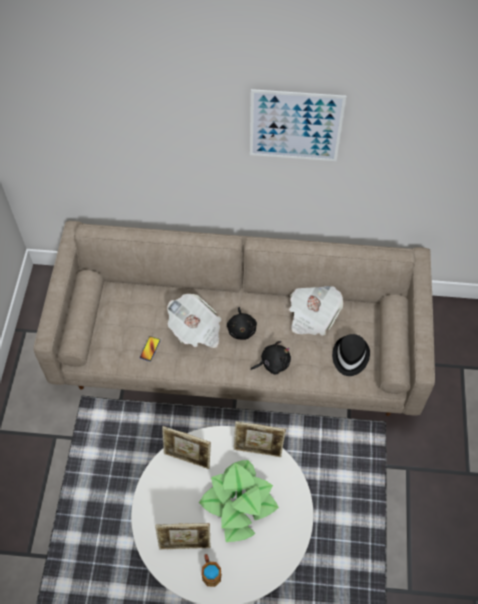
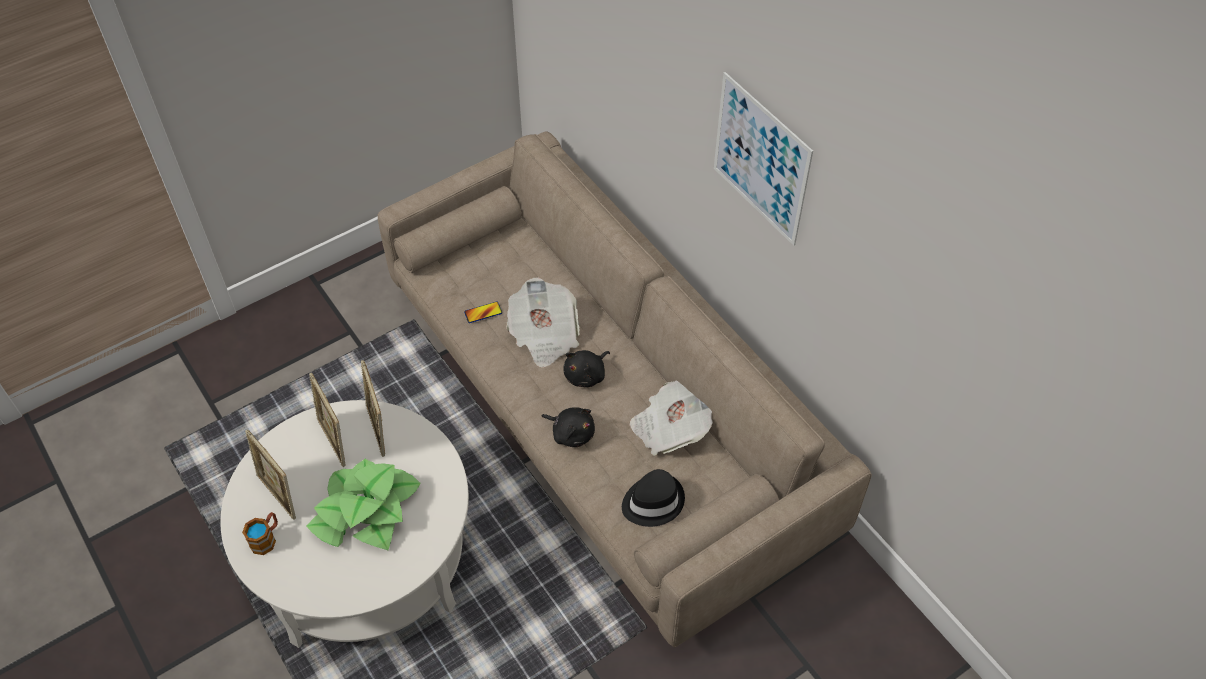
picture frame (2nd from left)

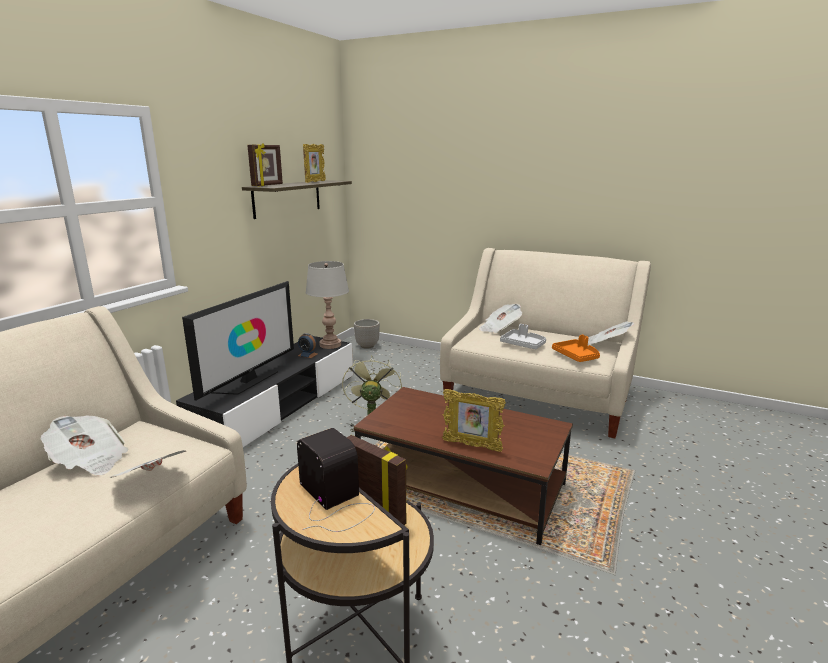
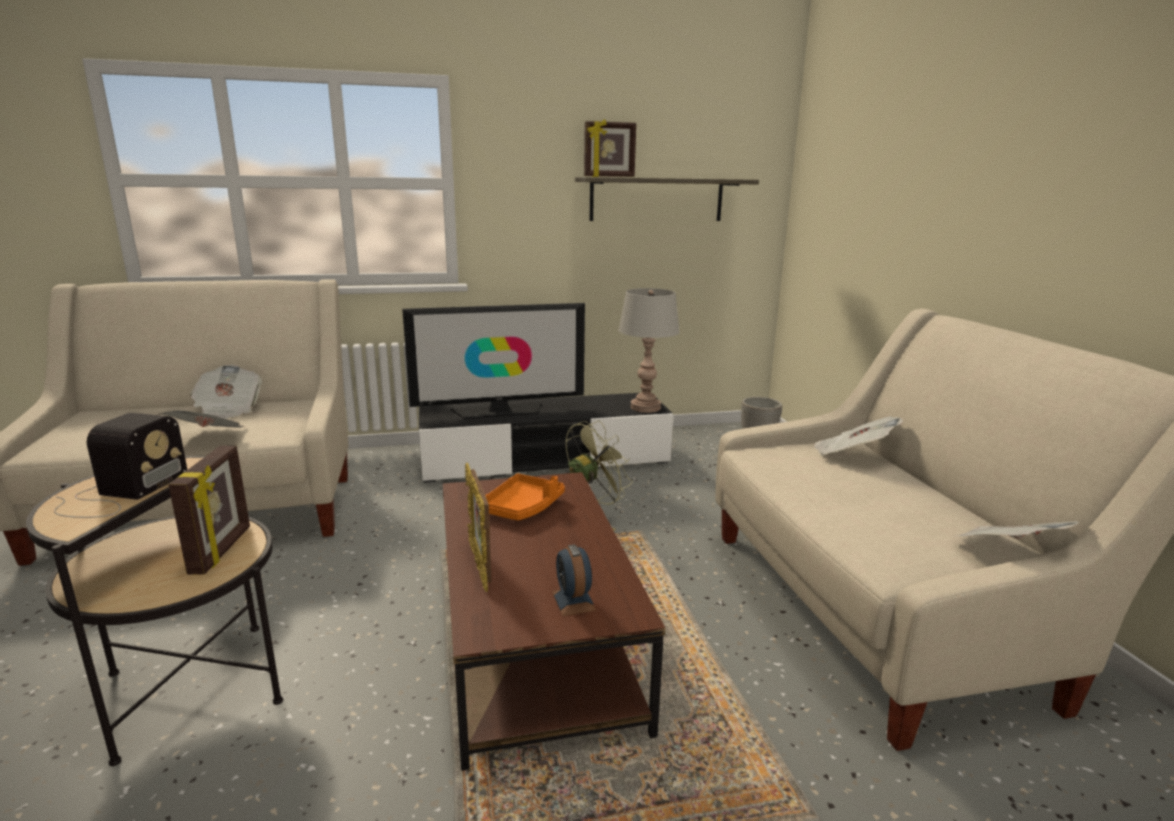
carrying tray/orange; table clock; picture frame (2nd from left in the first image); carrying tray/grey

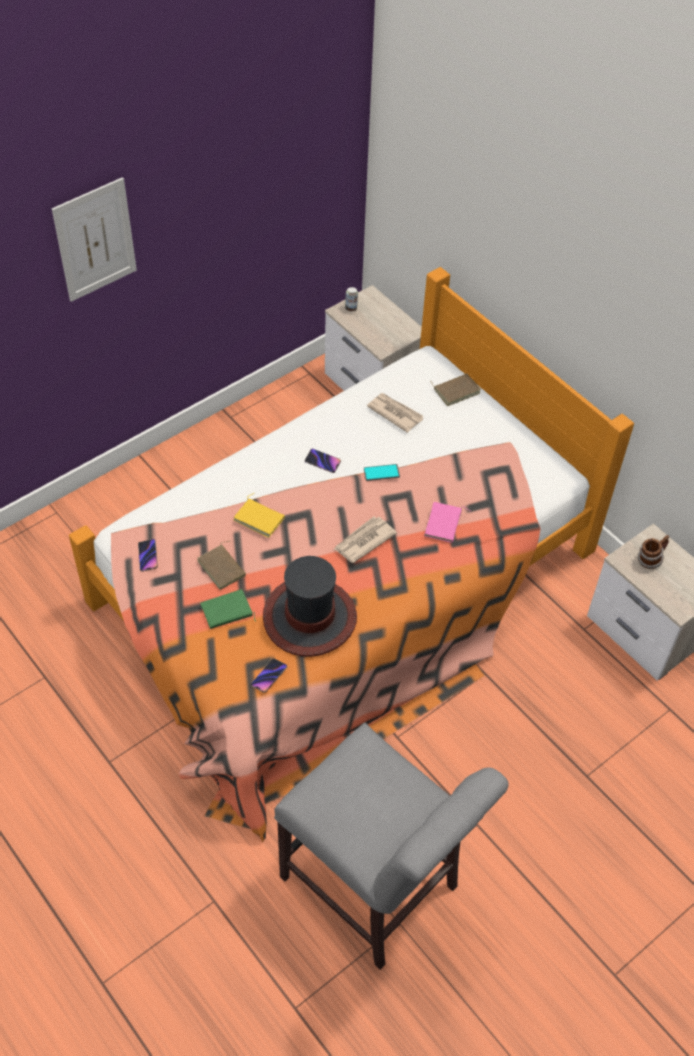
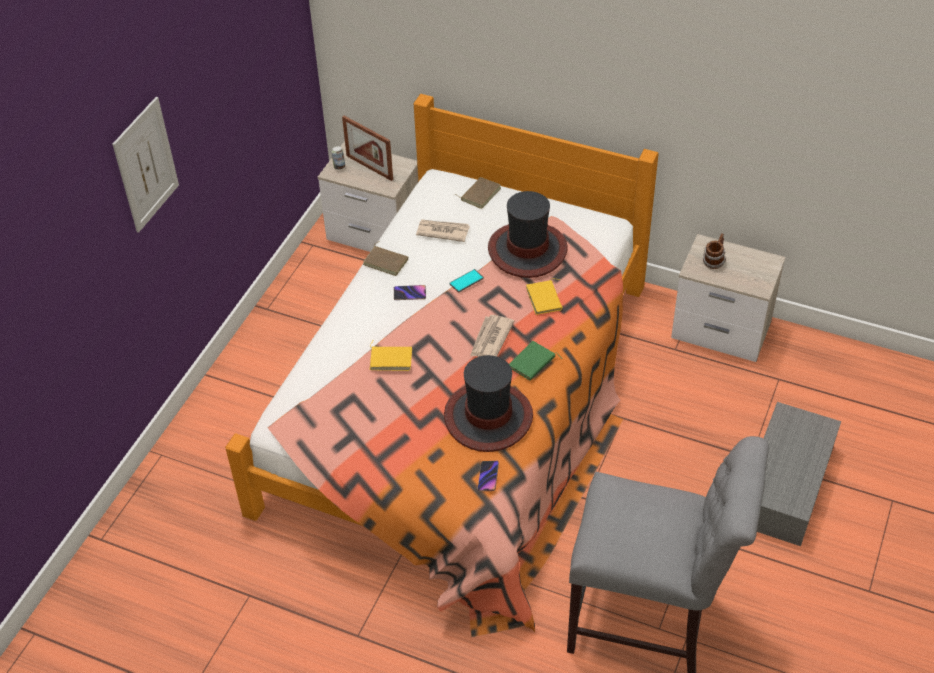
picture frame; book/brownish (1st from left); hat (2nd from left); book/green; book/yellow (2nd from left); storage bin/grey; telephone (1st from left in the first image)

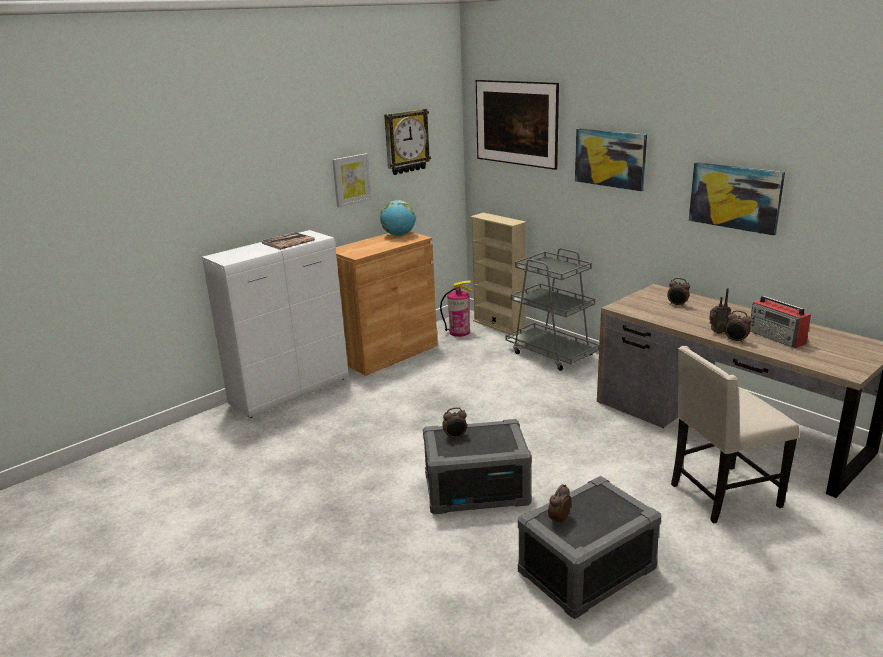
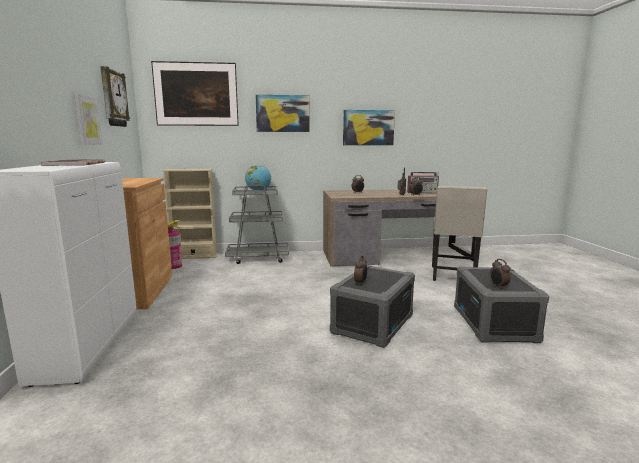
desk globe

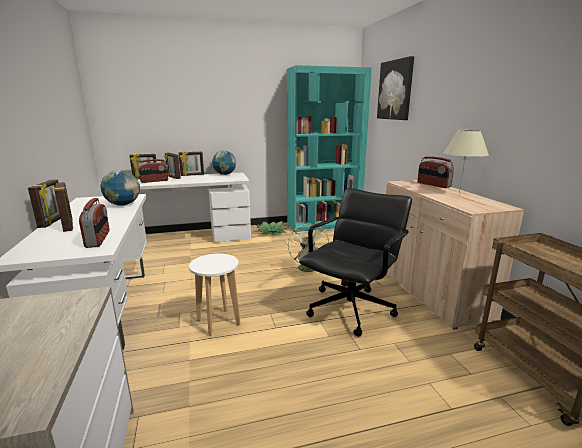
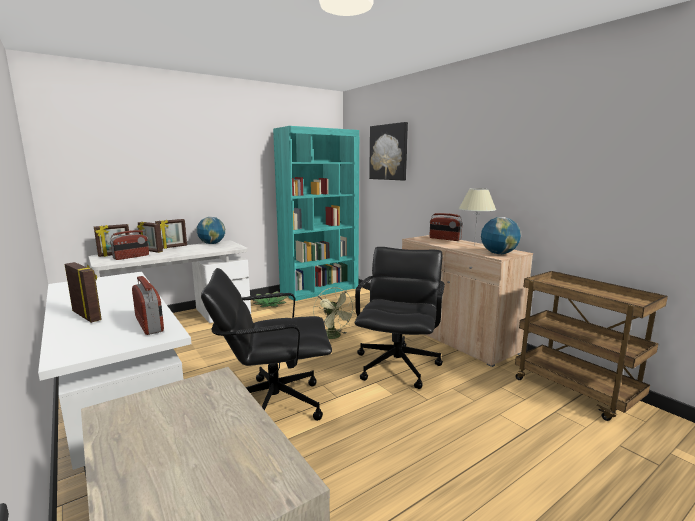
desk chair/black (1st from left); desk globe (2nd from left); picture frame (1st from left in the first image)

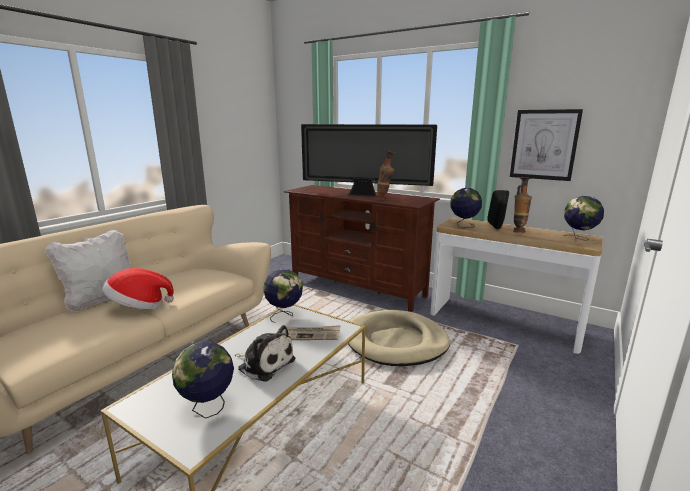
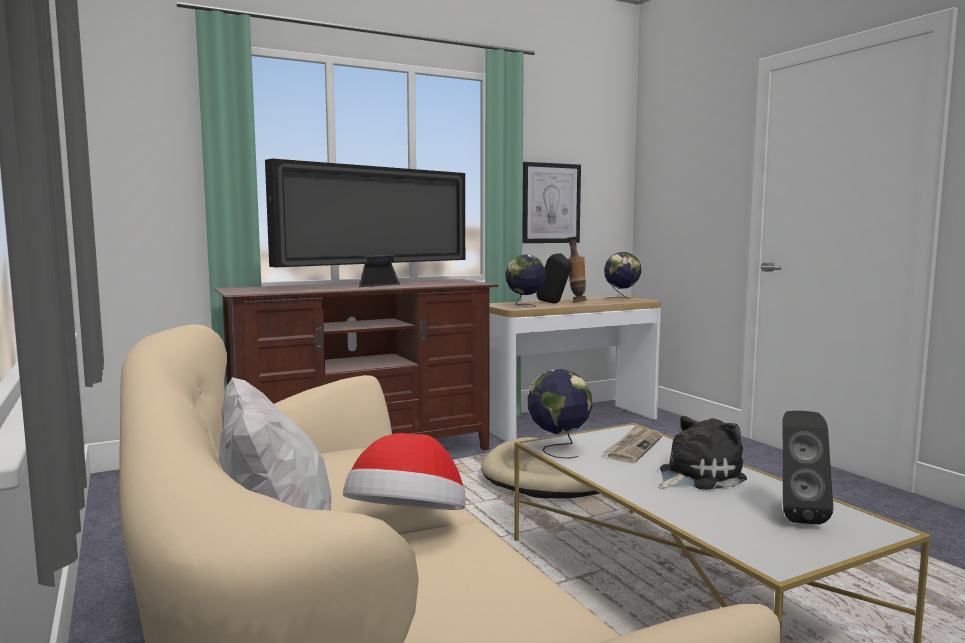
speaker/black (2nd from left); vase (1st from left in the first image)

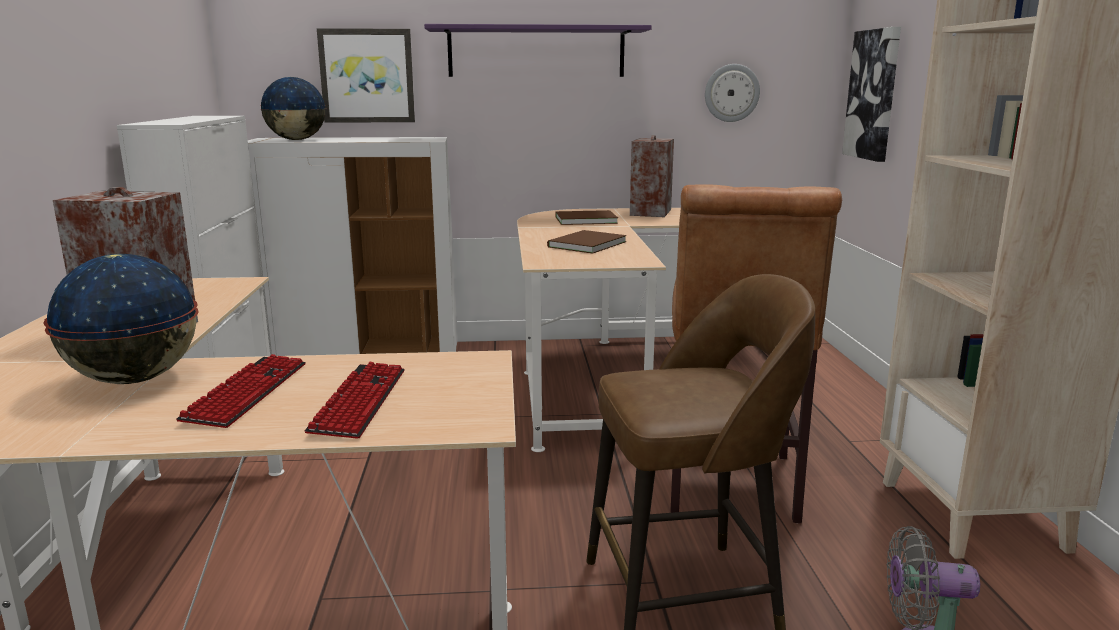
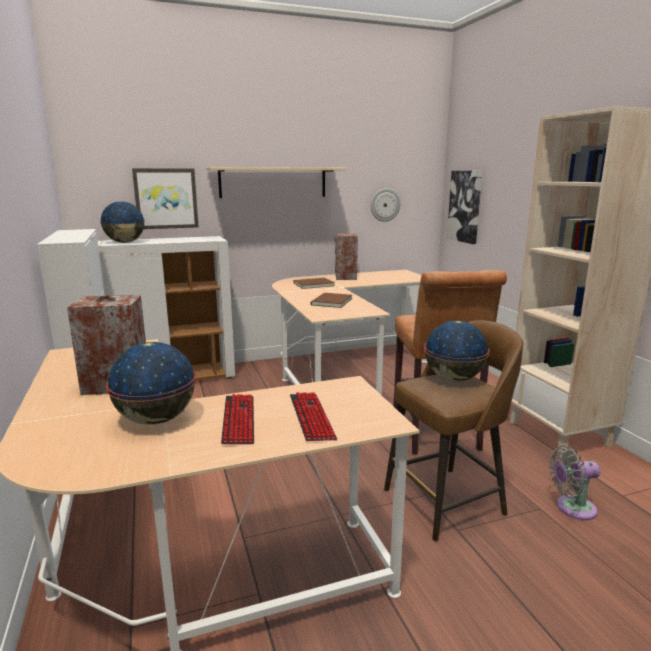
shelf/beige; desk globe (3rd from left)

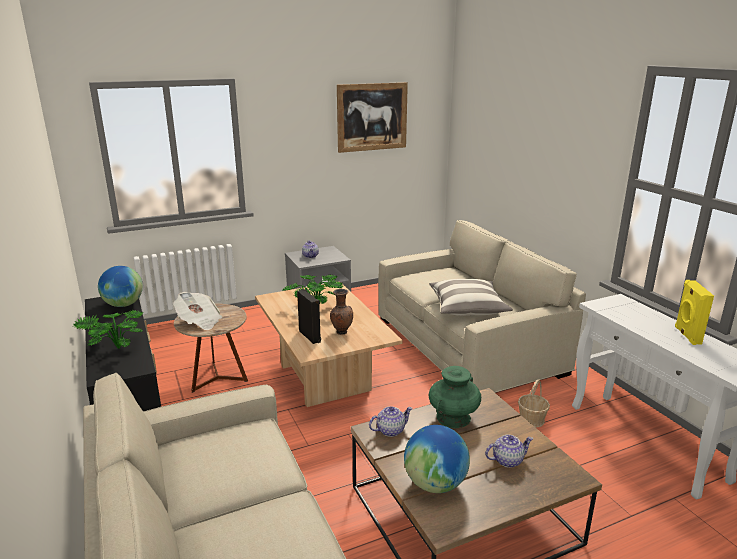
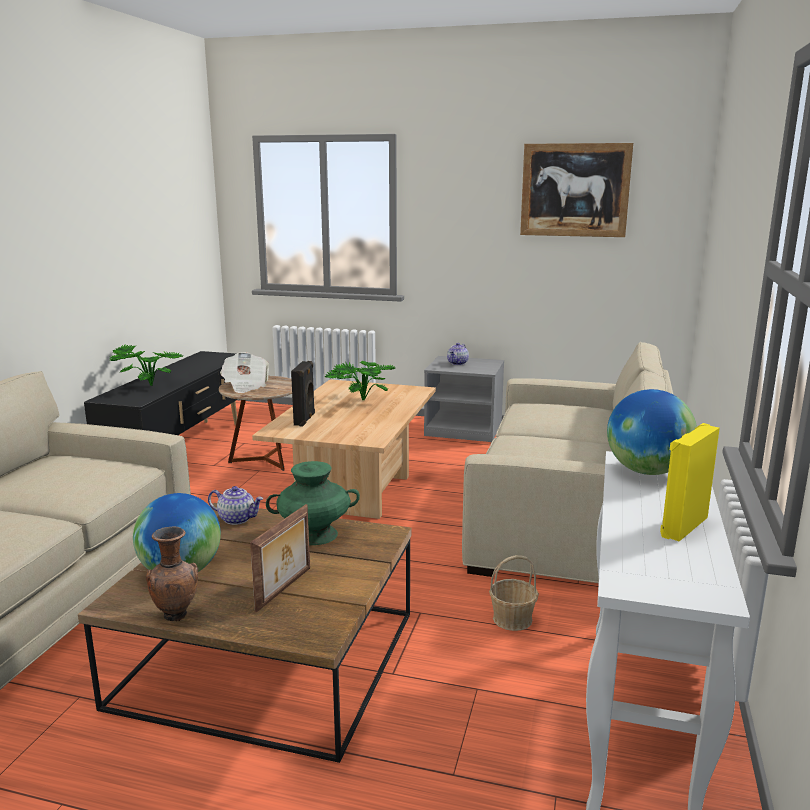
vase/brownish; picture frame; desk globe (2nd from left); throw pillow

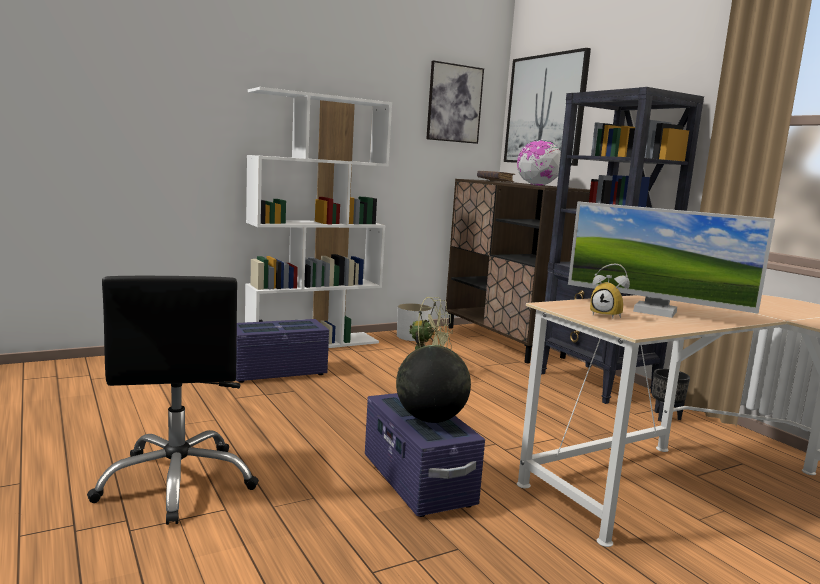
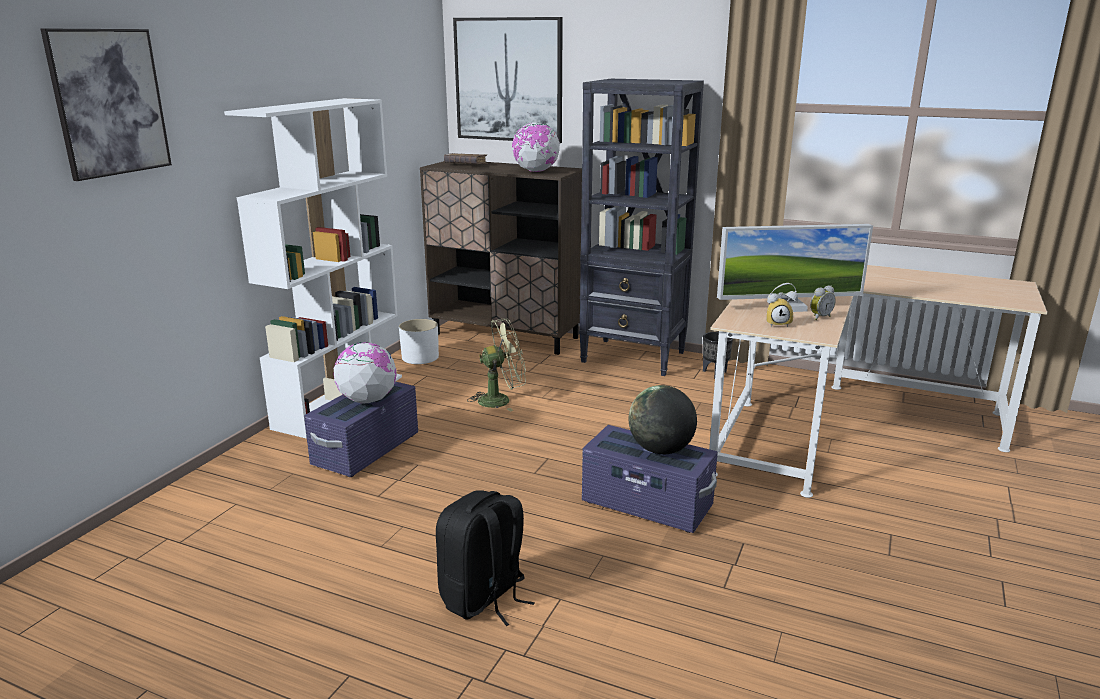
wall picture (1st from left); desk globe (1st from left); backpack/black; table clock (2nd from left)

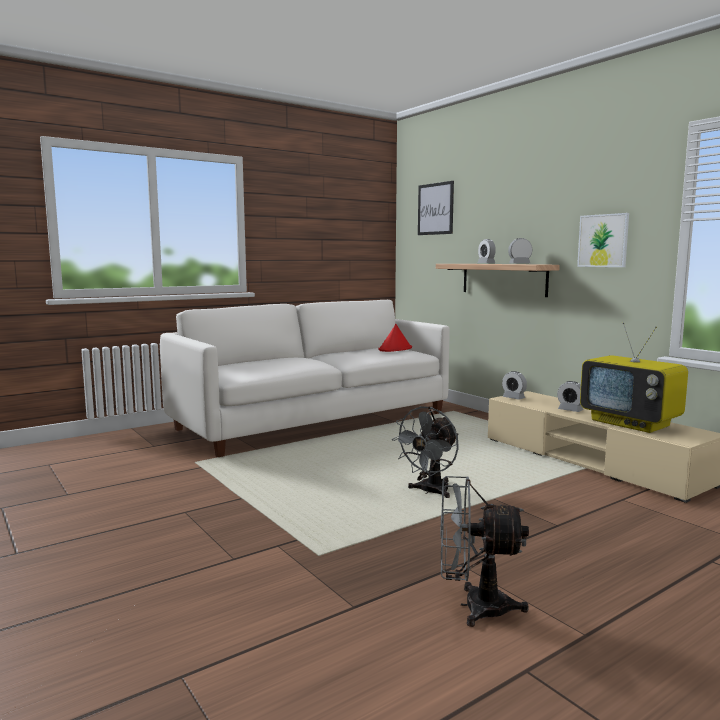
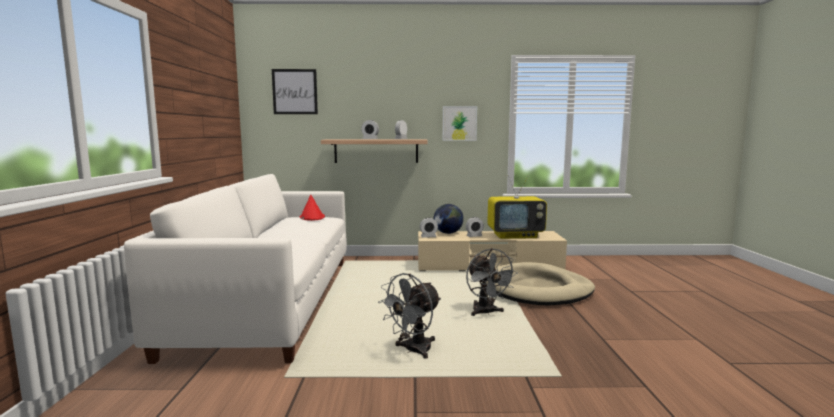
fan/grey (1st from left); desk globe; dog bed/beige

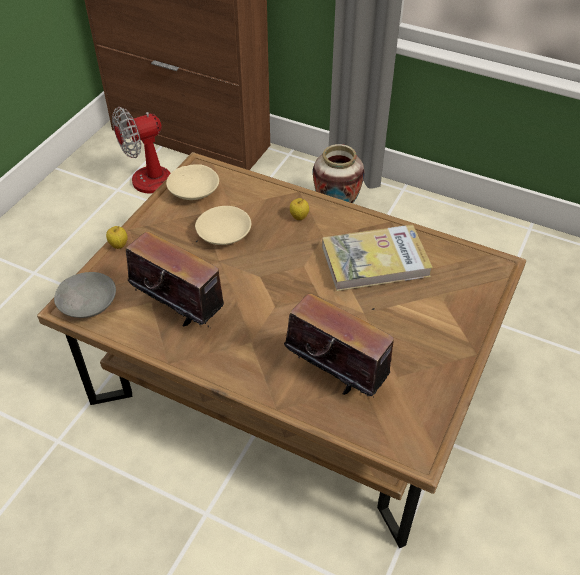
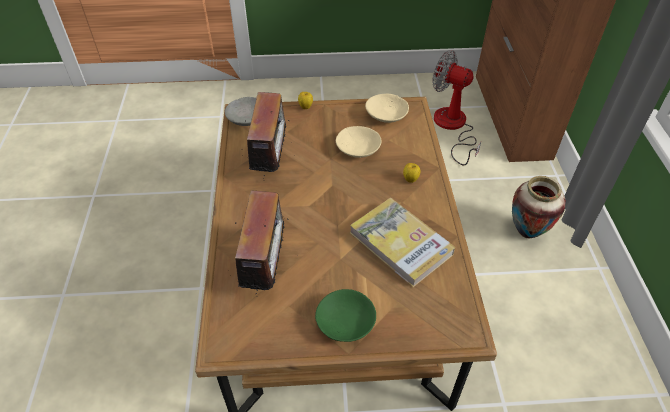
bowl/green

